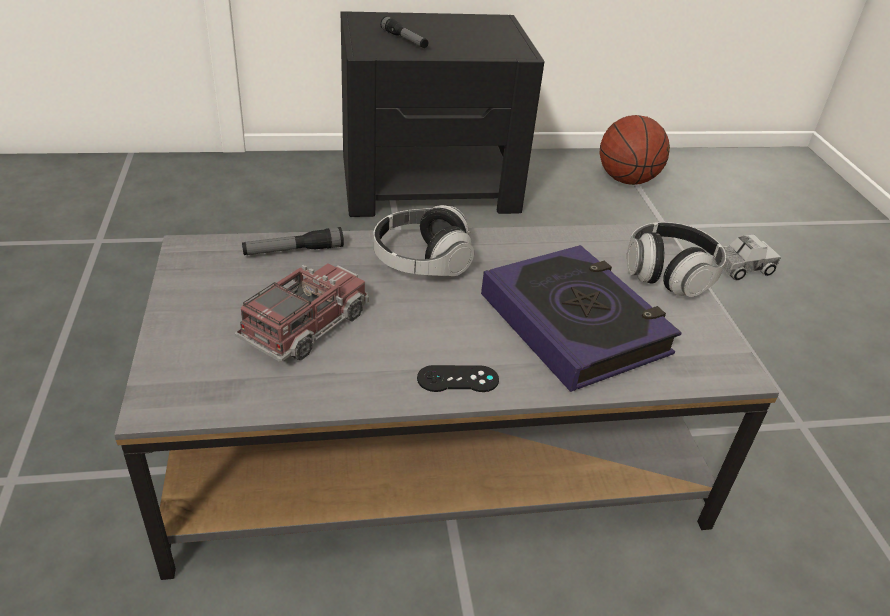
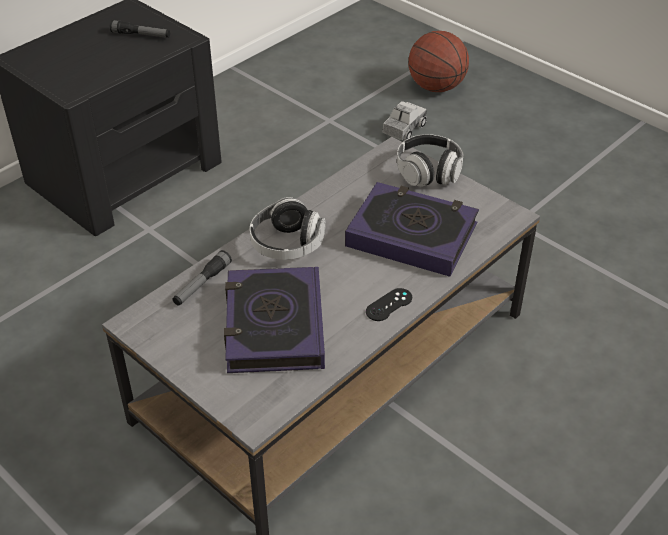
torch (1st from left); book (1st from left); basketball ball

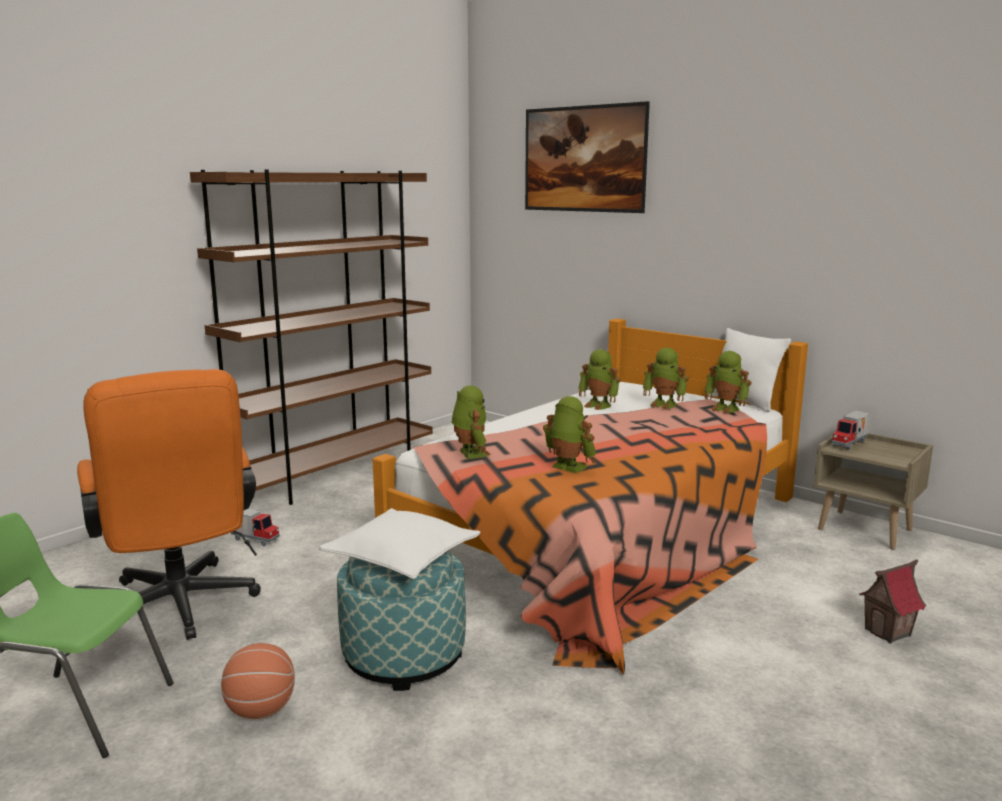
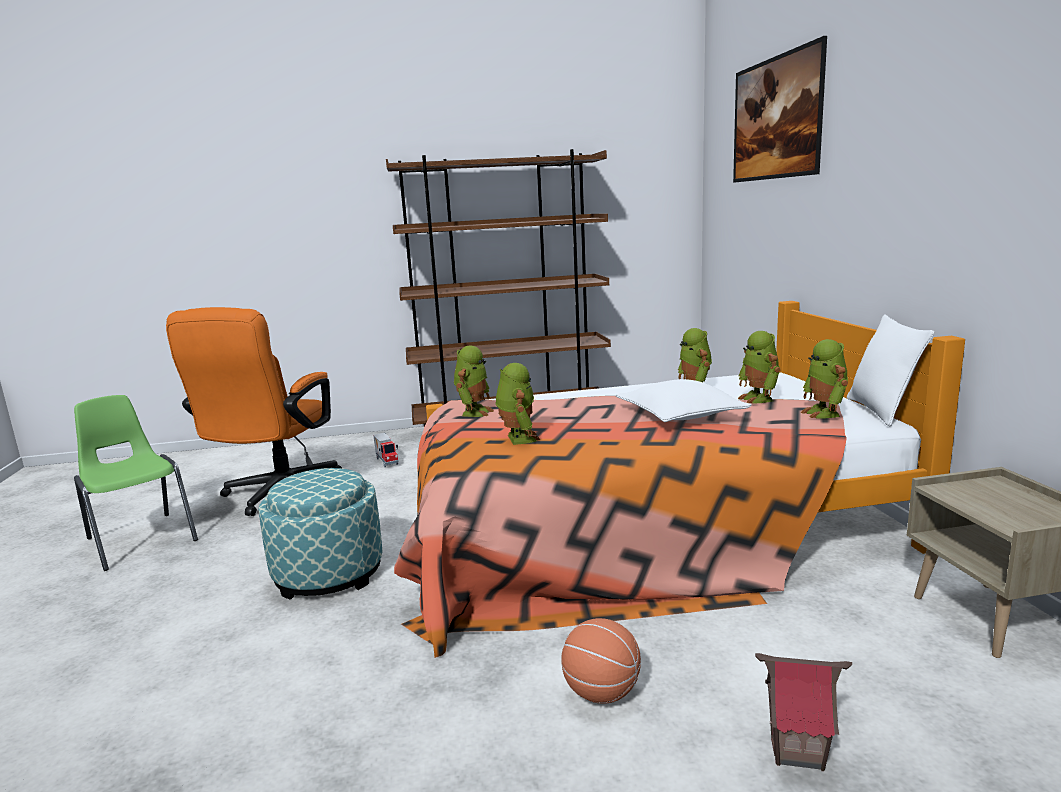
basketball ball; throw pillow/white (1st from left); model truck (2nd from left in the first image)

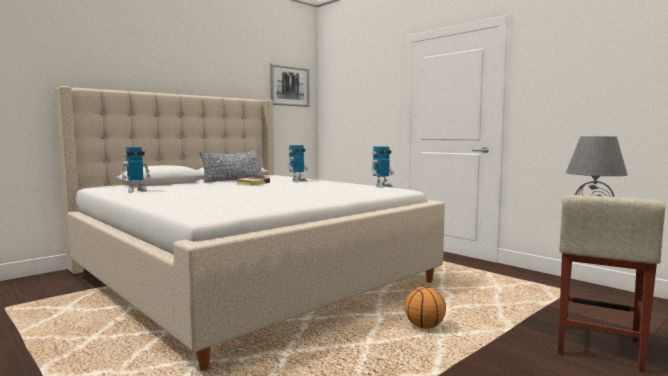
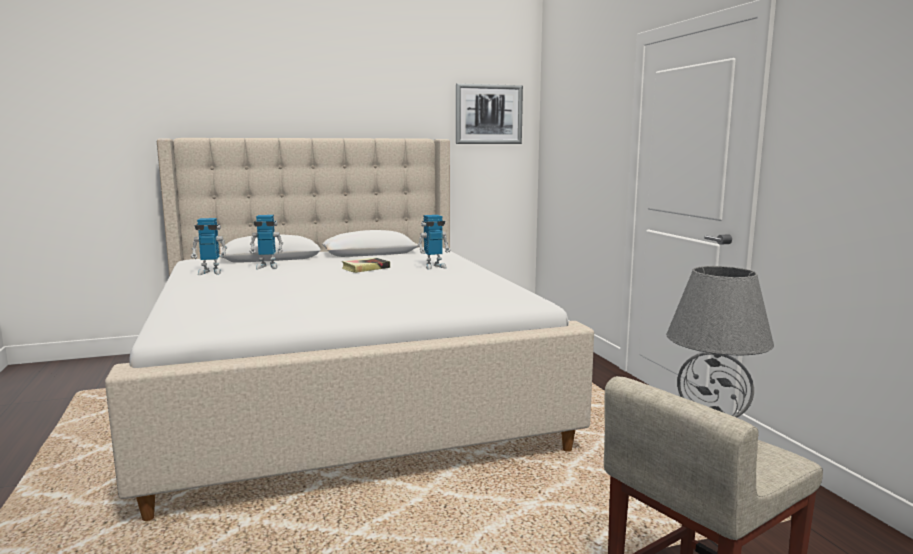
robot figure (2nd from left); throw pillow; basketball ball

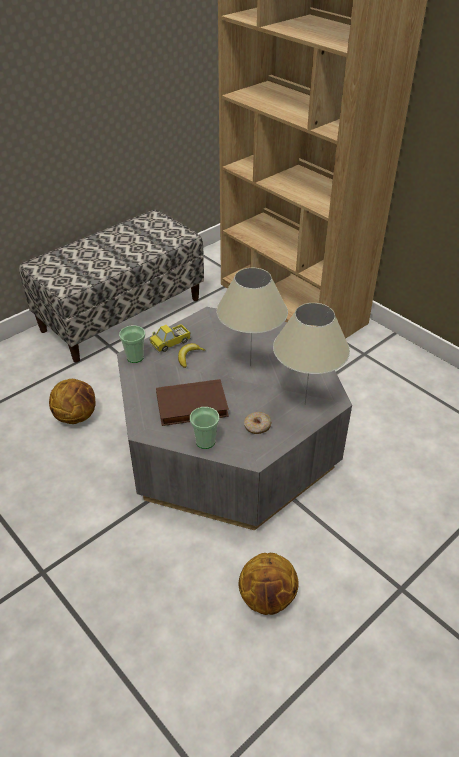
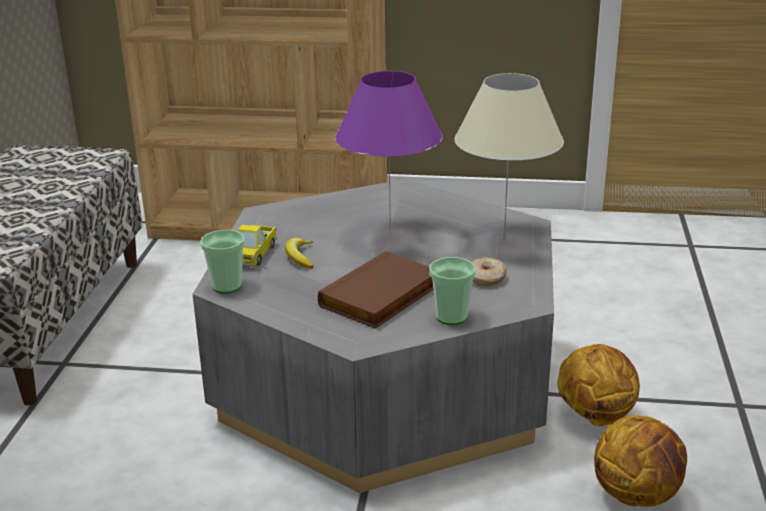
tabletop lamp/purple; basketball ball (1st from left)

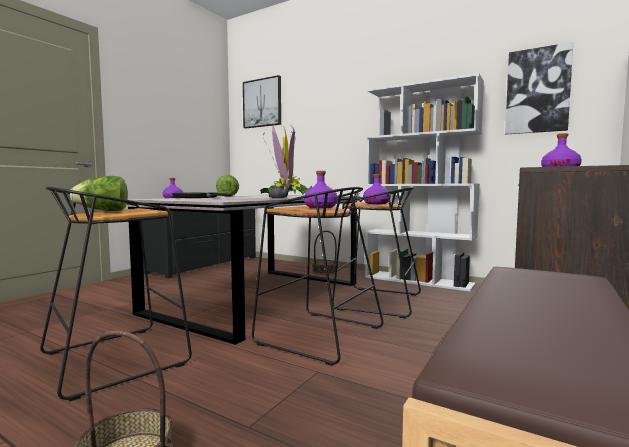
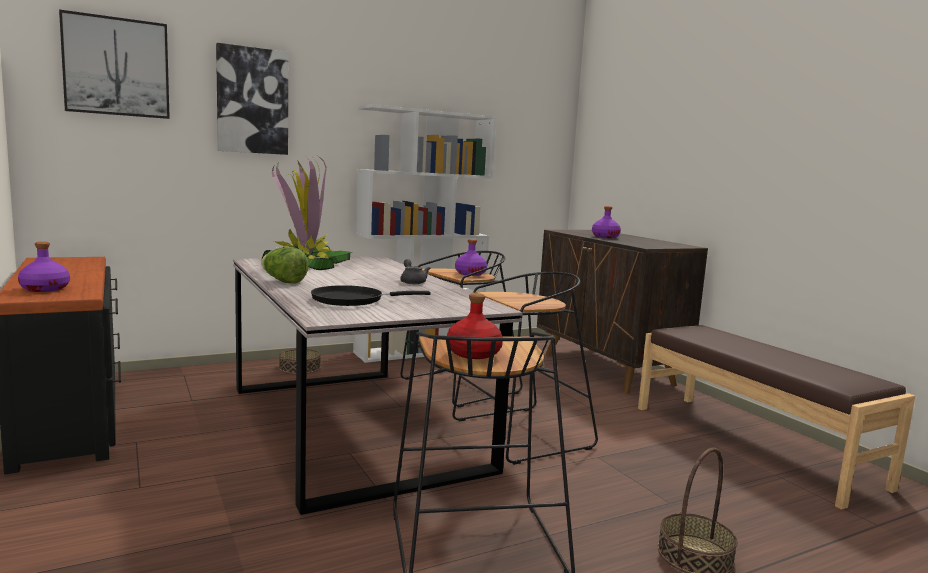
wall picture (2nd from left); bottle/red; bottle/purple (2nd from left in the first image)

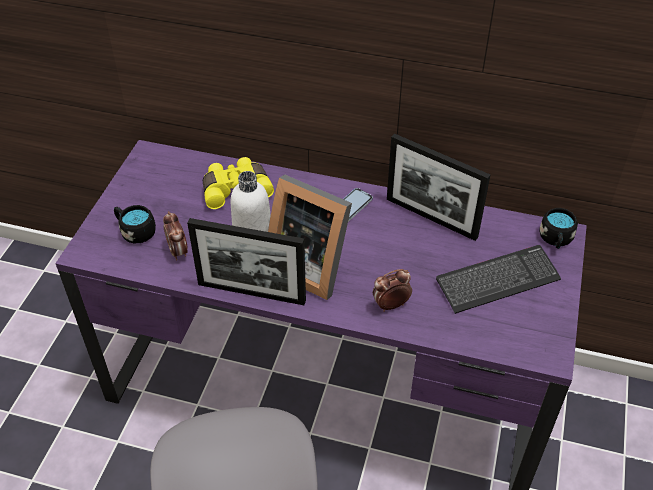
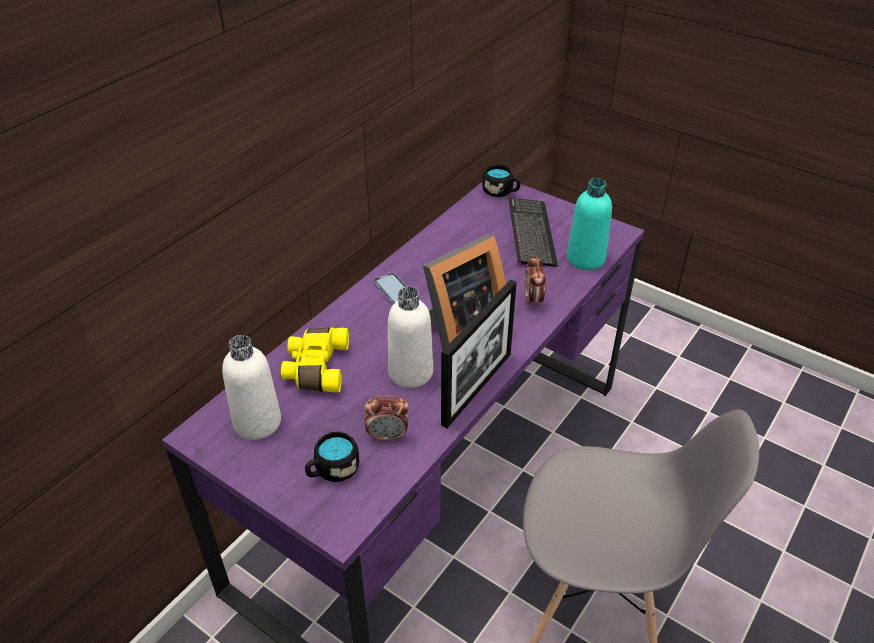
bottle/white (1st from left); bottle/turquoise; picture frame (3rd from left in the first image)

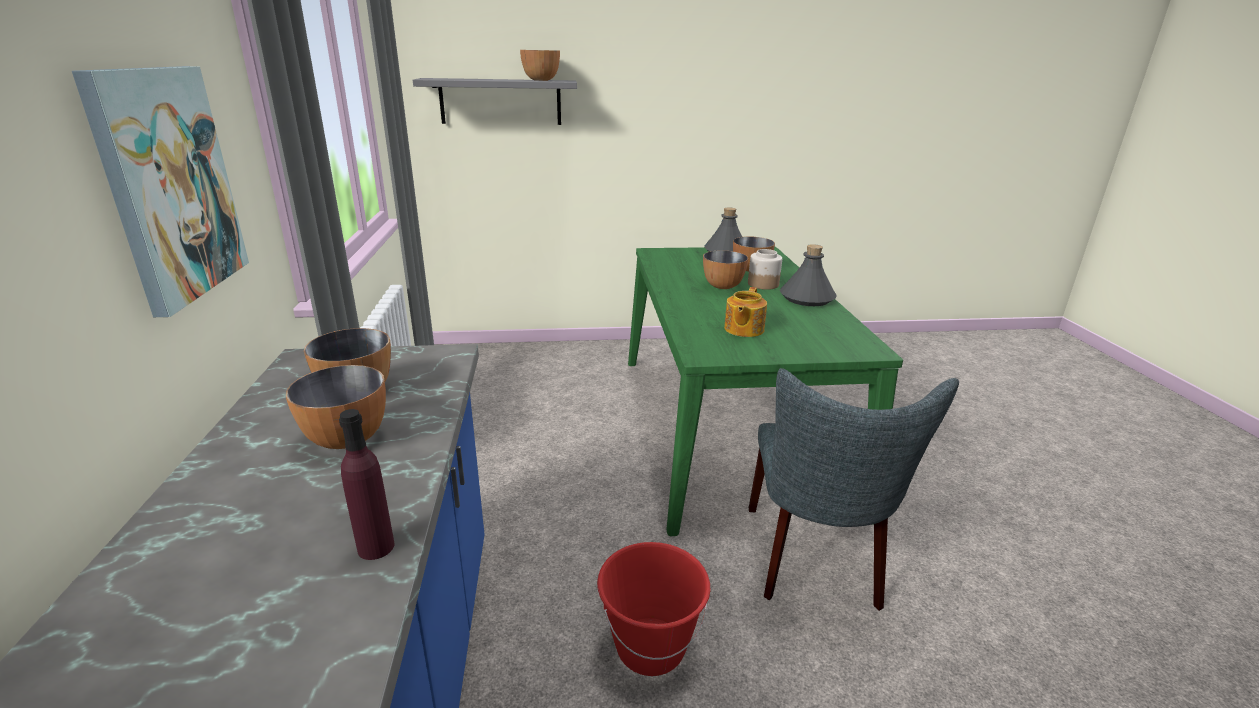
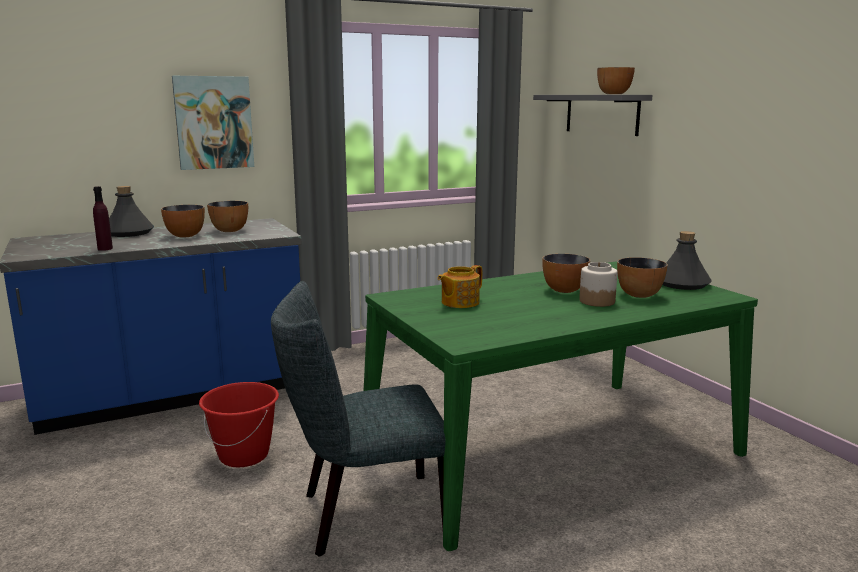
bottle/grey (1st from left); teapot

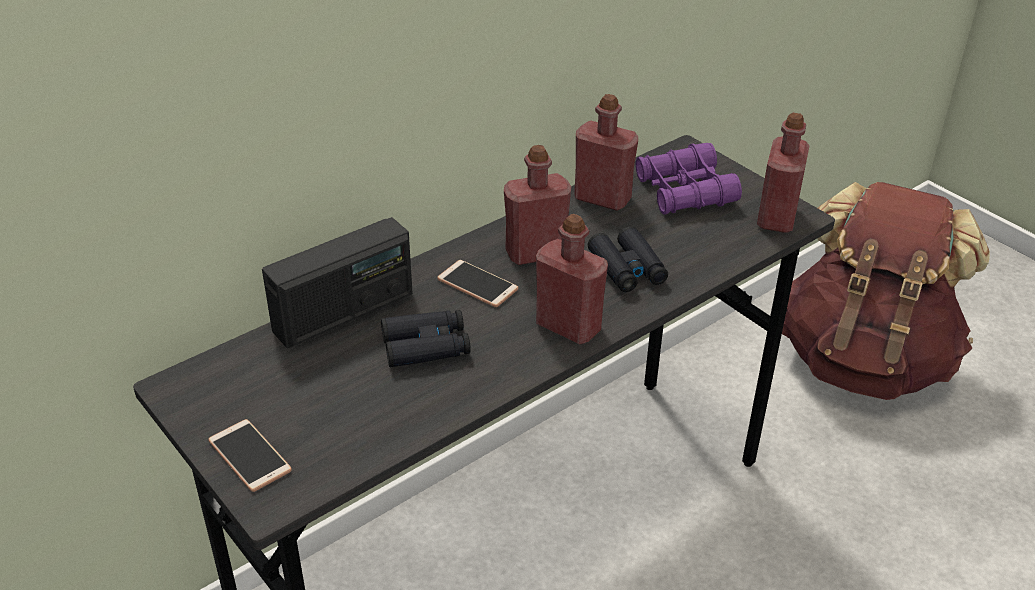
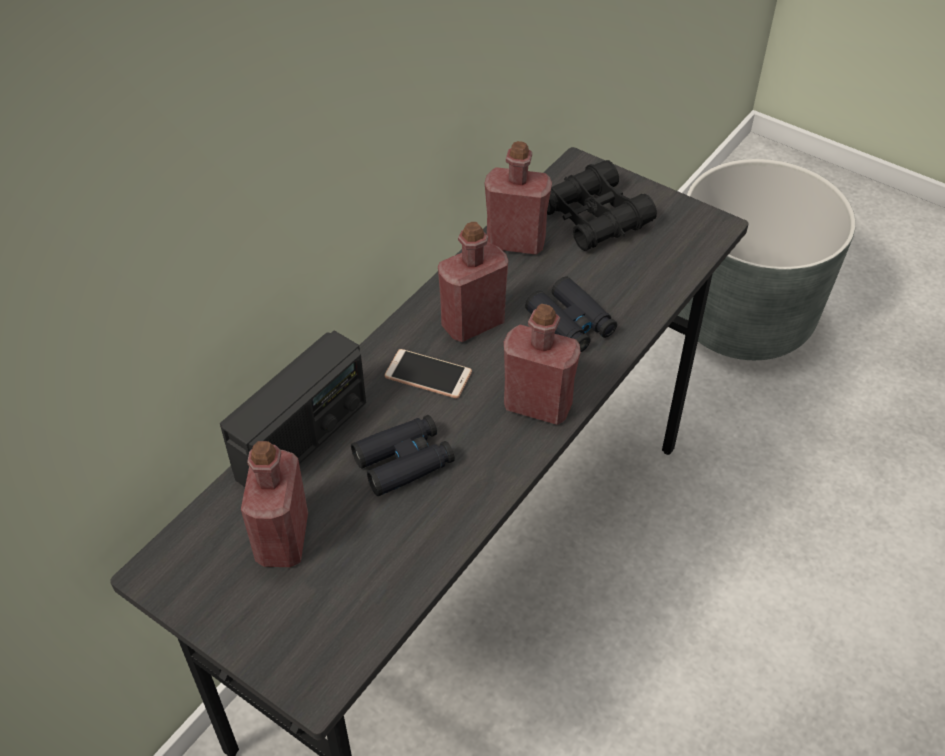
bottle/red (1st from left); field glasses/black (3rd from left); plant pot/grey; telephone (1st from left in the first image)

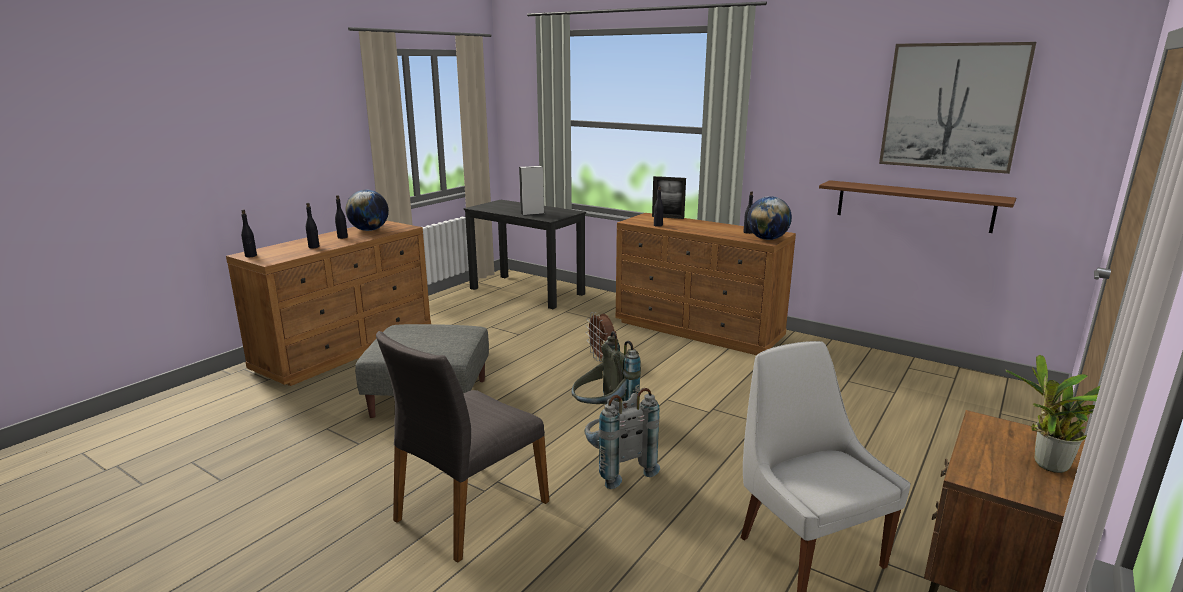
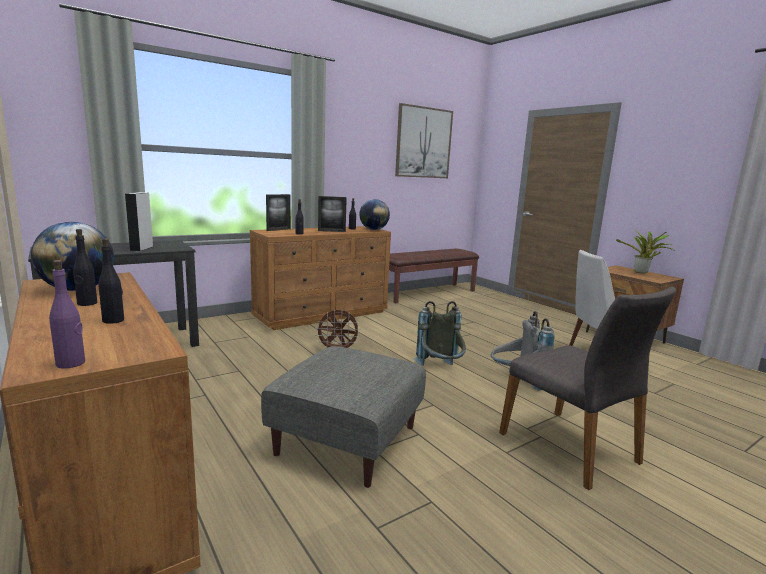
bottle/purple; picture frame (2nd from left); indoor bench/brownish; shelf/brownish

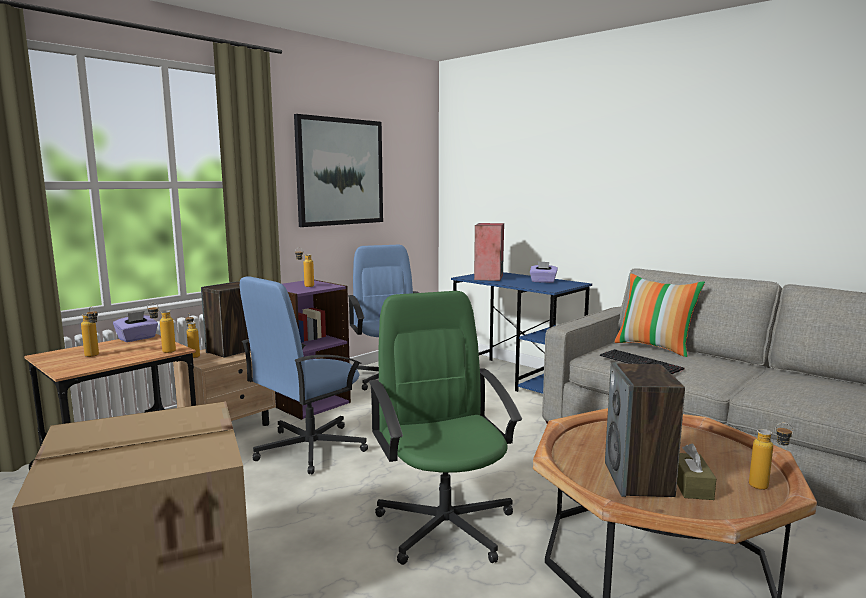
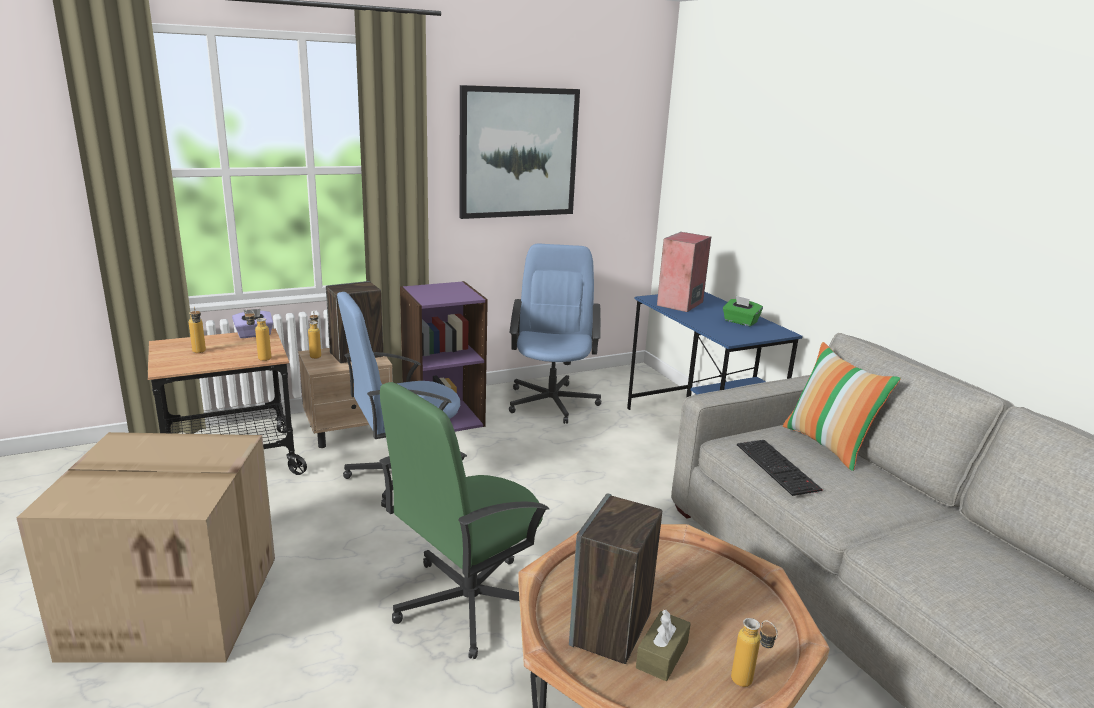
desk chair/green; tissue holder/green; bottle (4th from left in the first image)

